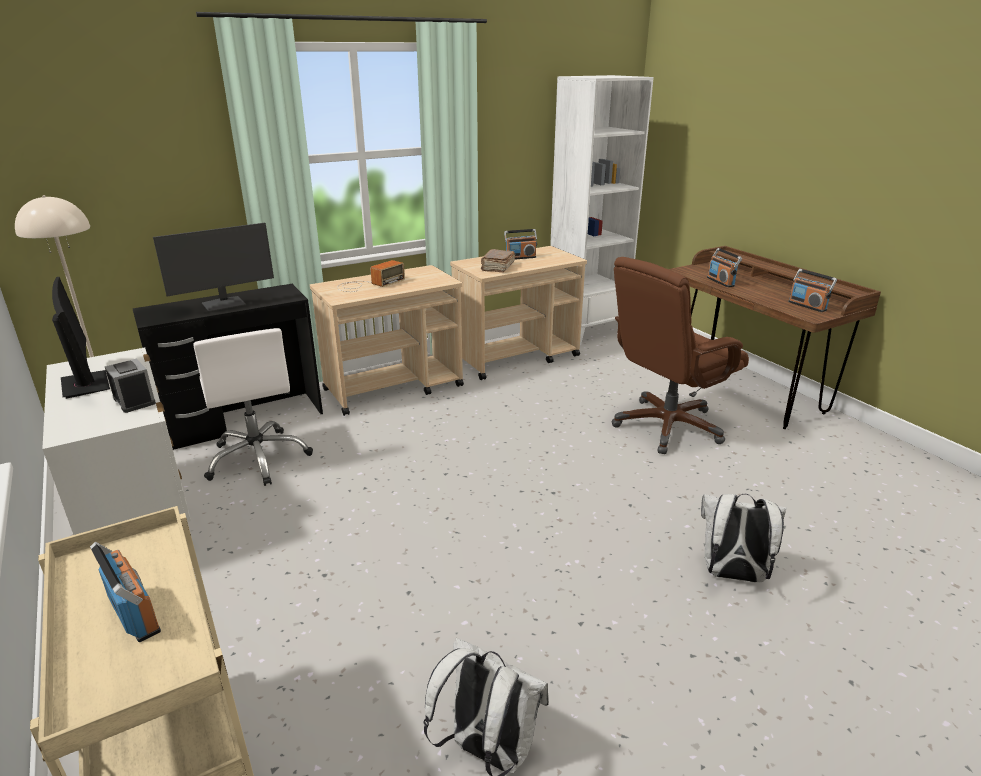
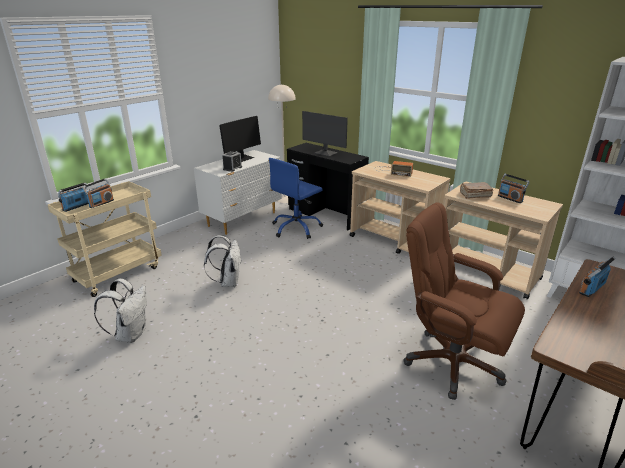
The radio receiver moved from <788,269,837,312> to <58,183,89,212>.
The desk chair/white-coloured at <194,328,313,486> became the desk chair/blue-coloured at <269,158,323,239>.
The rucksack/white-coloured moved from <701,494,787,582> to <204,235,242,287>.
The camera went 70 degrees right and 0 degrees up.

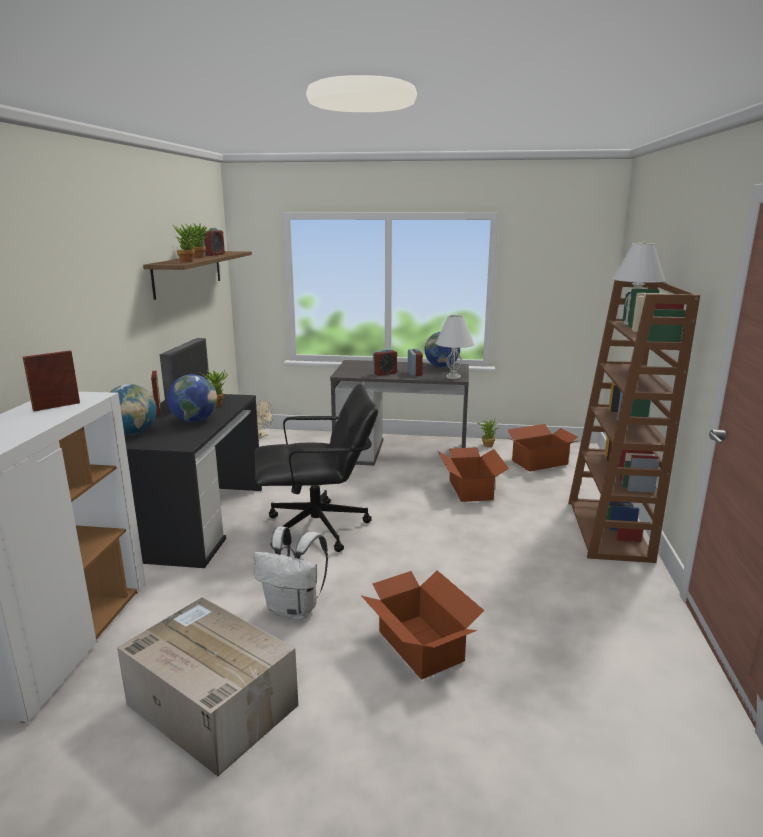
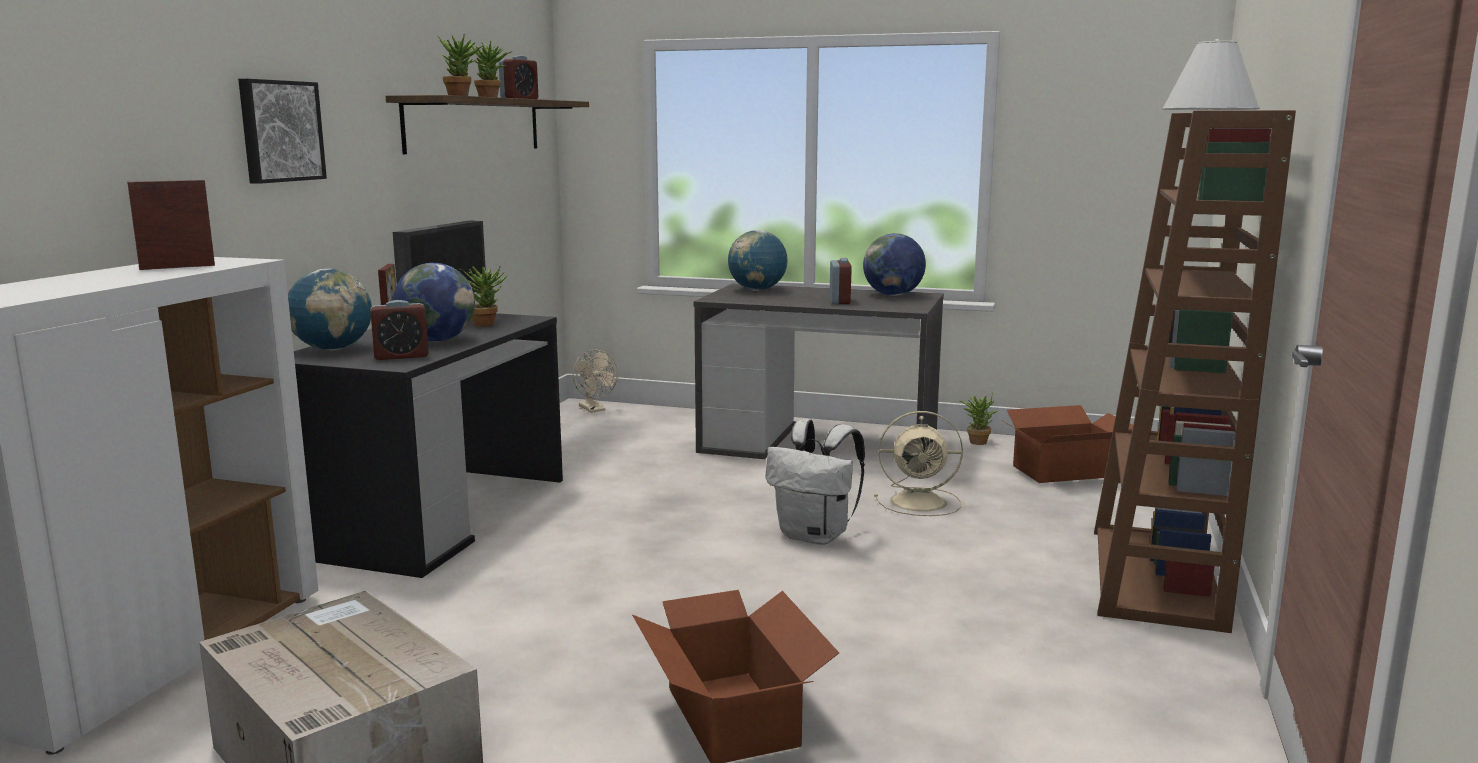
The lamp for a table/white-coloured at <436,315,474,379> disappeared.
The bedside clock moved from <373,349,397,376> to <370,300,429,360>.
The desk chair/black at <255,384,378,552> disappeared.
The cardboard box at <438,447,509,502> was replaced by the fan/beige at <874,411,963,516>.
The rucksack/white-coloured moved from <254,526,328,620> to <766,419,865,545>.
The picture at <238,79,327,184> appeared.
The desk globe at <728,230,788,291> appeared.
The camera went 10 degrees right and 5 degrees down.

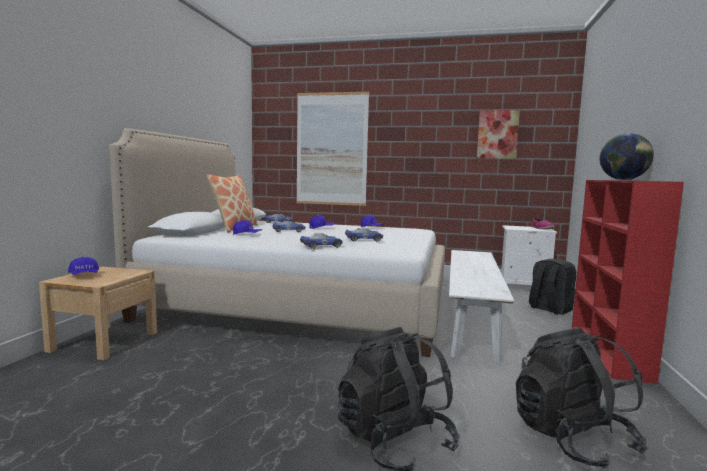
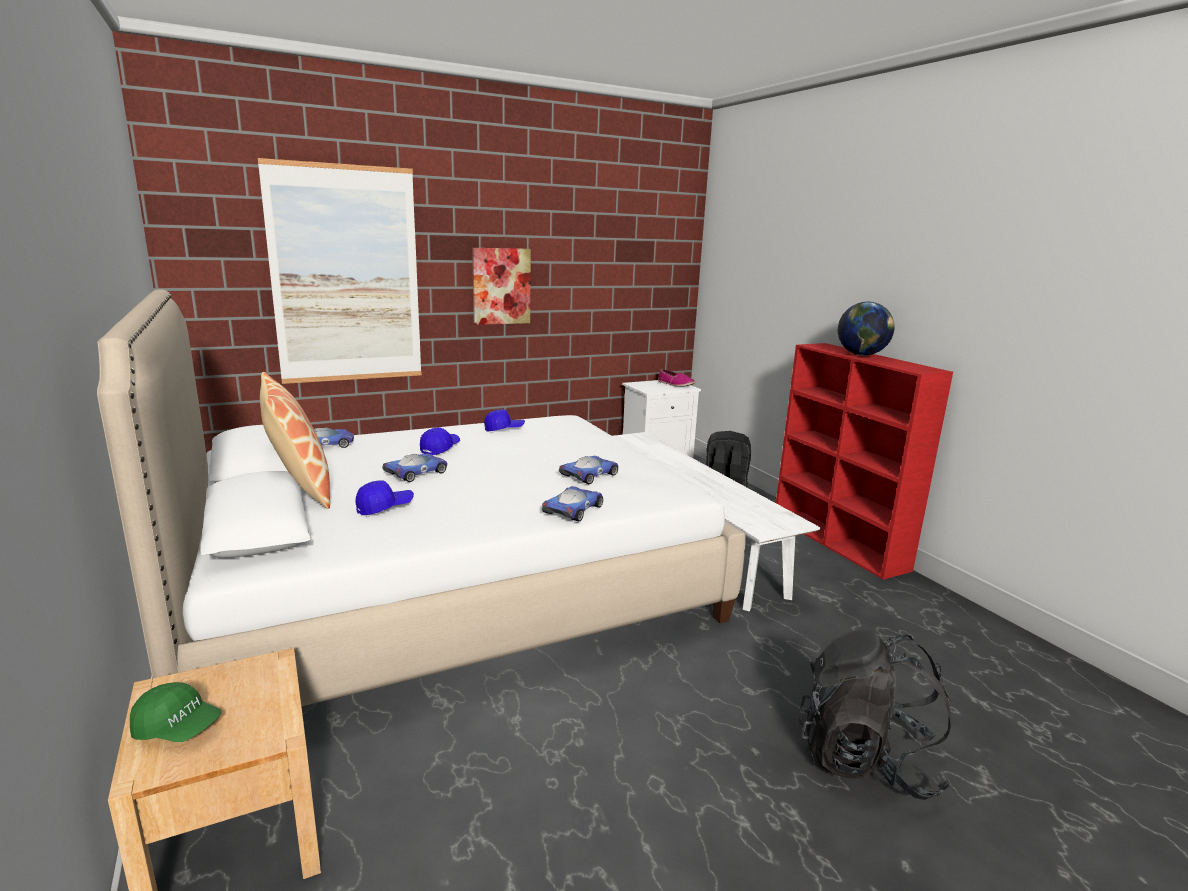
The picture moved from <477,110,520,159> to <472,248,531,325>.
The baseball cap/blue-coloured at <68,257,99,275> became the baseball cap/green at <130,682,222,742>.
The rucksack/black at <516,328,648,469> disappeared.
The camera went 40 degrees left and 10 degrees up.

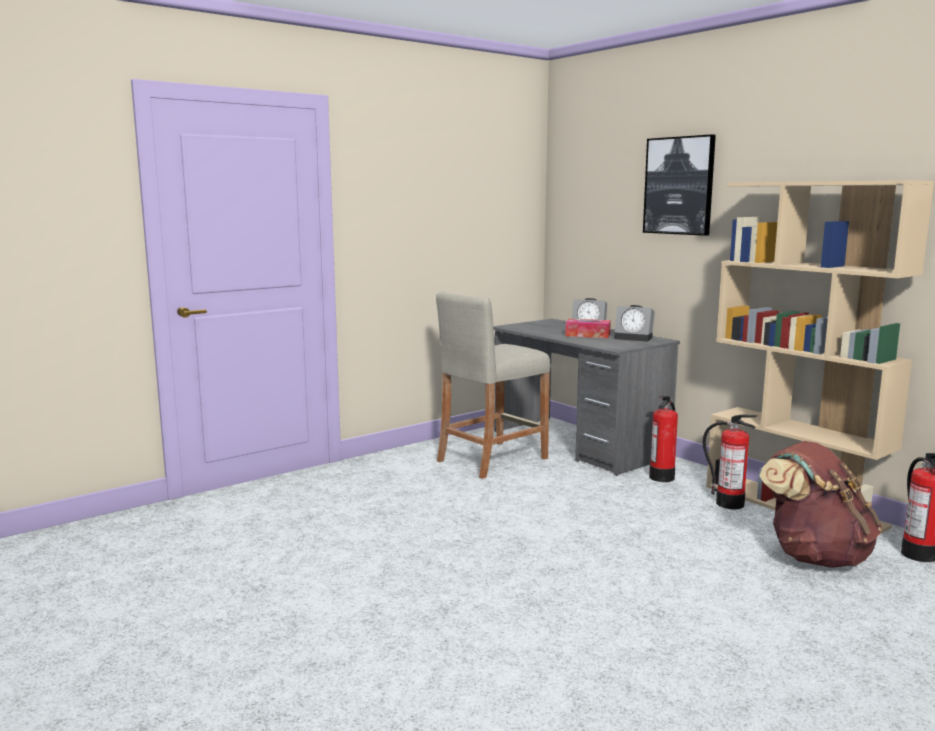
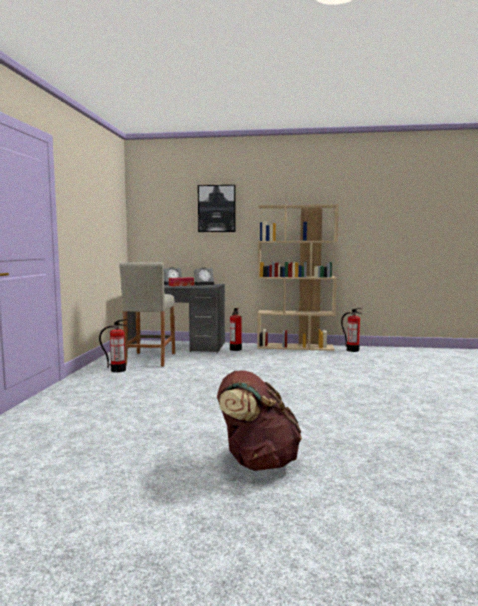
The extinguisher moved from <703,414,758,509> to <99,319,128,373>.
The rucksack/brownish moved from <760,441,882,568> to <217,370,302,471>.
The camera went 45 degrees left and 5 degrees down.

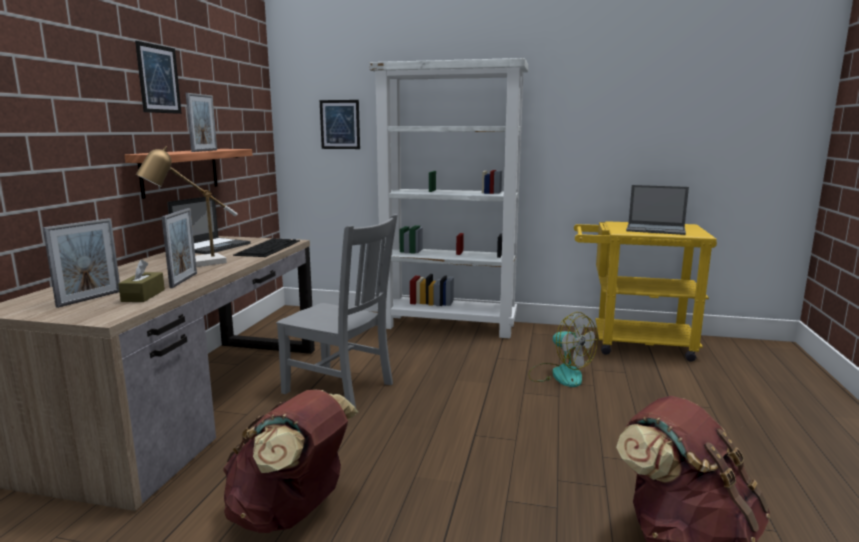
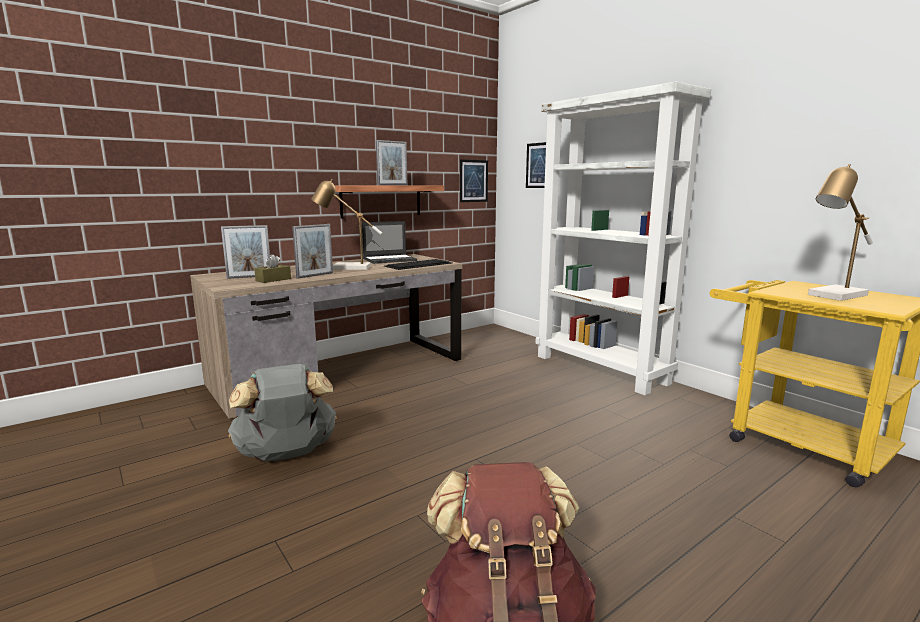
The picture moved from <135,41,182,114> to <460,159,488,202>.
The notebook computer at <626,185,689,235> was replaced by the lamp for a table at <808,164,873,301>.
The plain chair/gray at <276,214,397,408> disappeared.
The fan at <528,312,598,387> disappeared.
The rucksack/brownish at <223,390,358,533> became the rucksack/gray at <228,364,337,461>.
The camera went 40 degrees right and 0 degrees up.

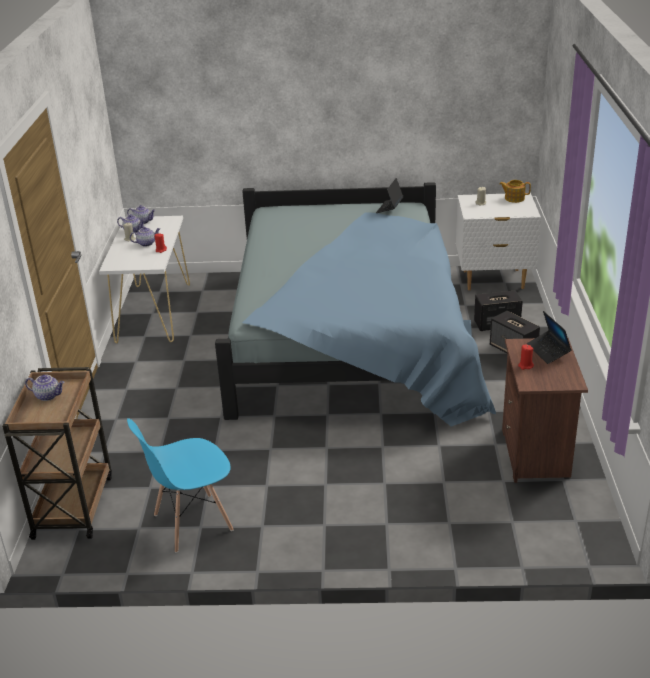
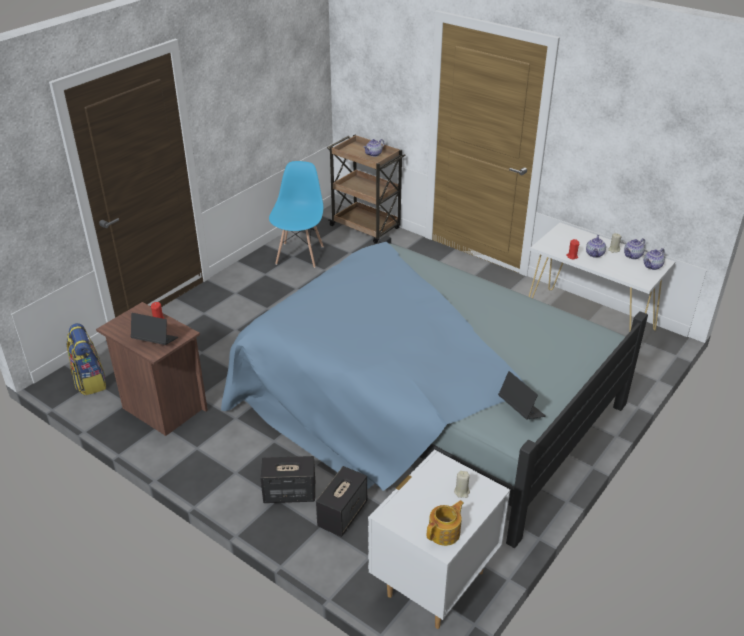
The rucksack at <66,323,106,395> appeared.
The camera went 125 degrees right and 5 degrees up.

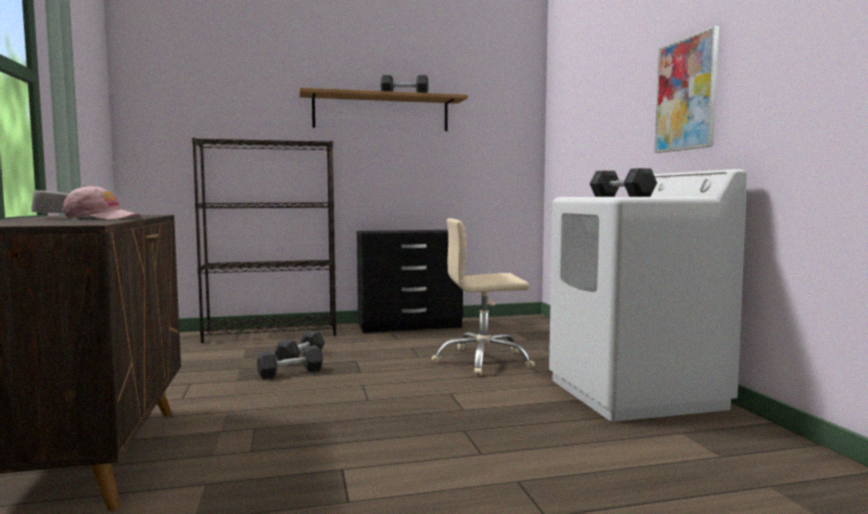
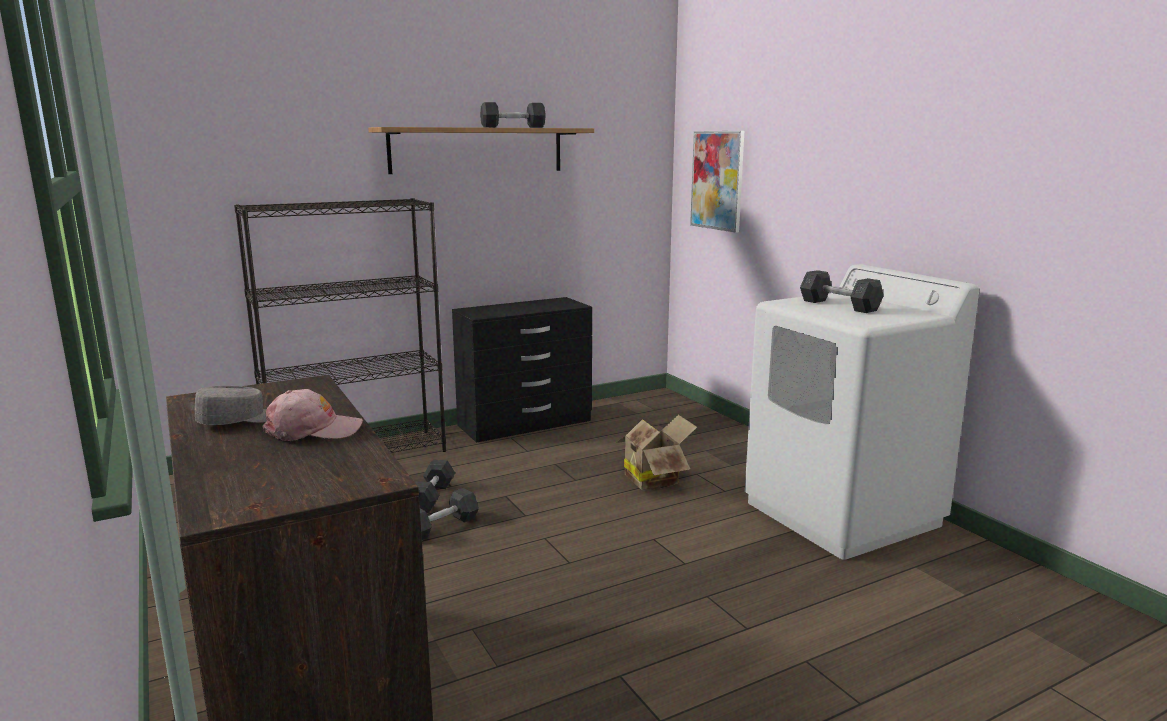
The picture moved from <655,26,719,153> to <690,131,744,233>.
The desk chair/beige at <432,218,535,376> was replaced by the cardboard box at <616,415,697,490>.
The camera went 15 degrees left and 10 degrees up.

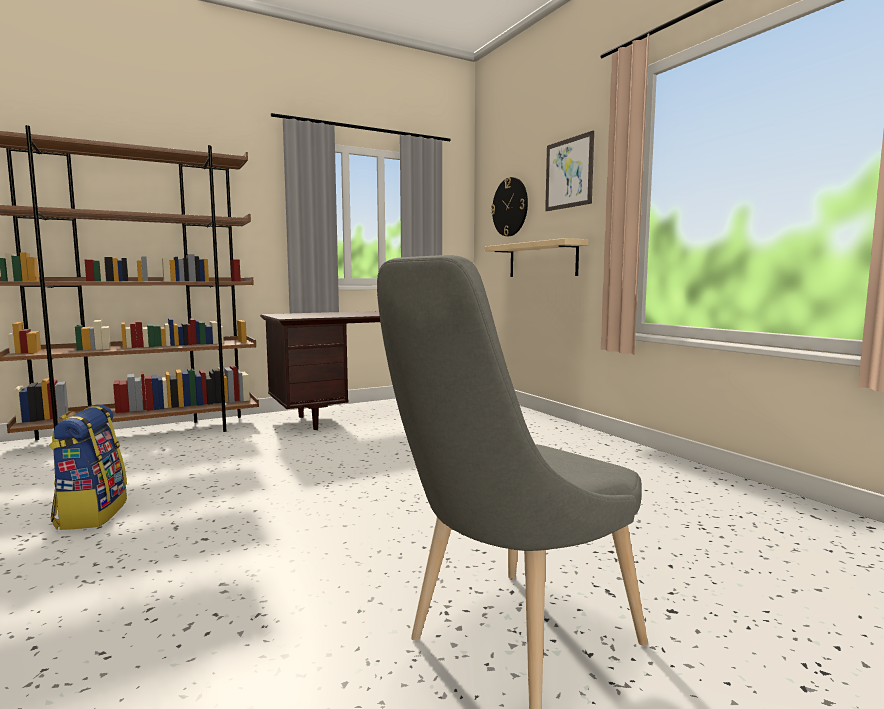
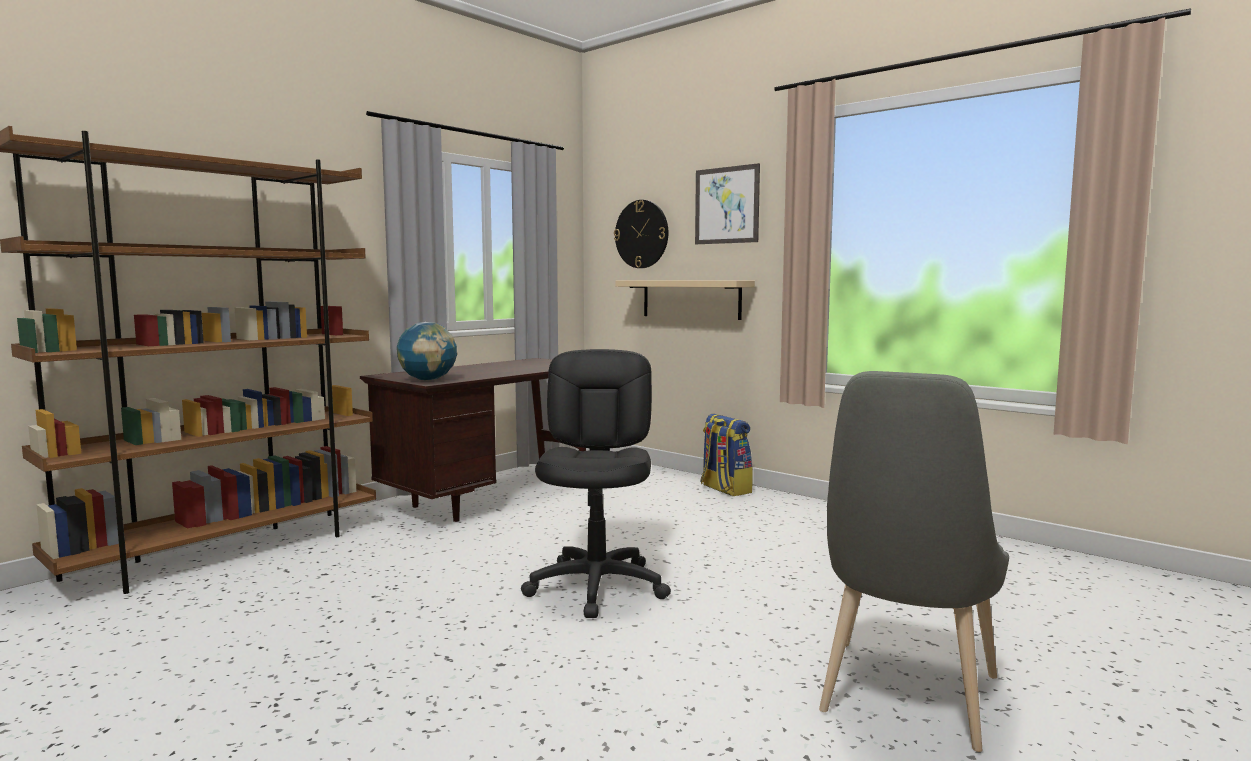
The rucksack moved from <49,404,127,530> to <701,414,753,496>.
The desk globe at <397,322,457,380> appeared.
The desk chair/black at <521,349,671,618> appeared.
The camera went 20 degrees left and 0 degrees up.

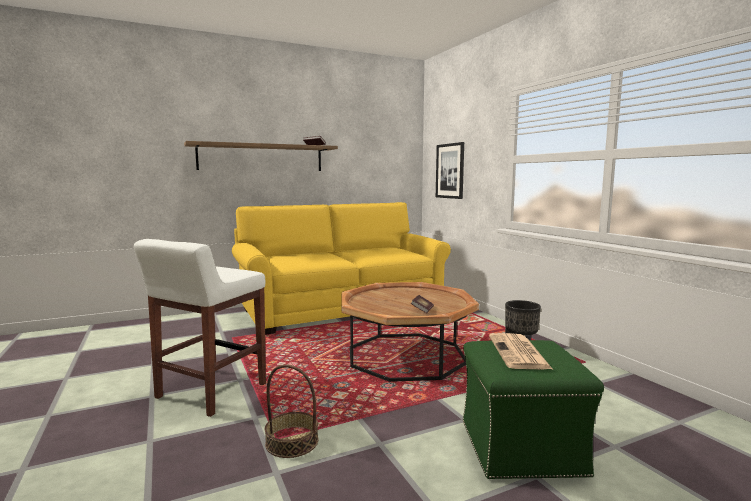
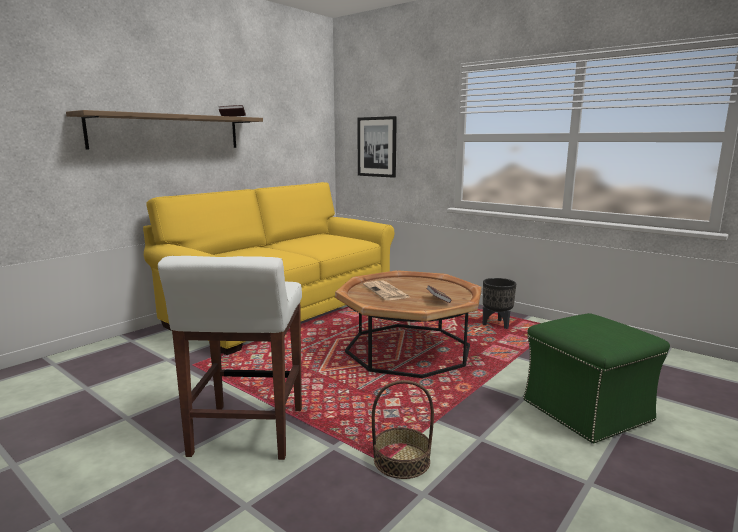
The daily paper moved from <489,333,552,369> to <363,281,409,300>.
The camera went 25 degrees left and 5 degrees up.

